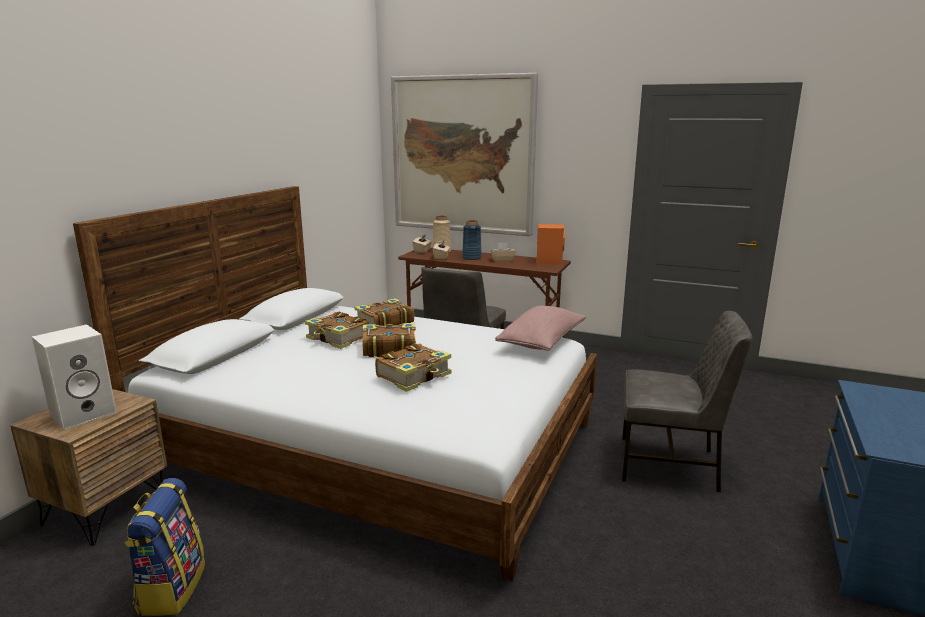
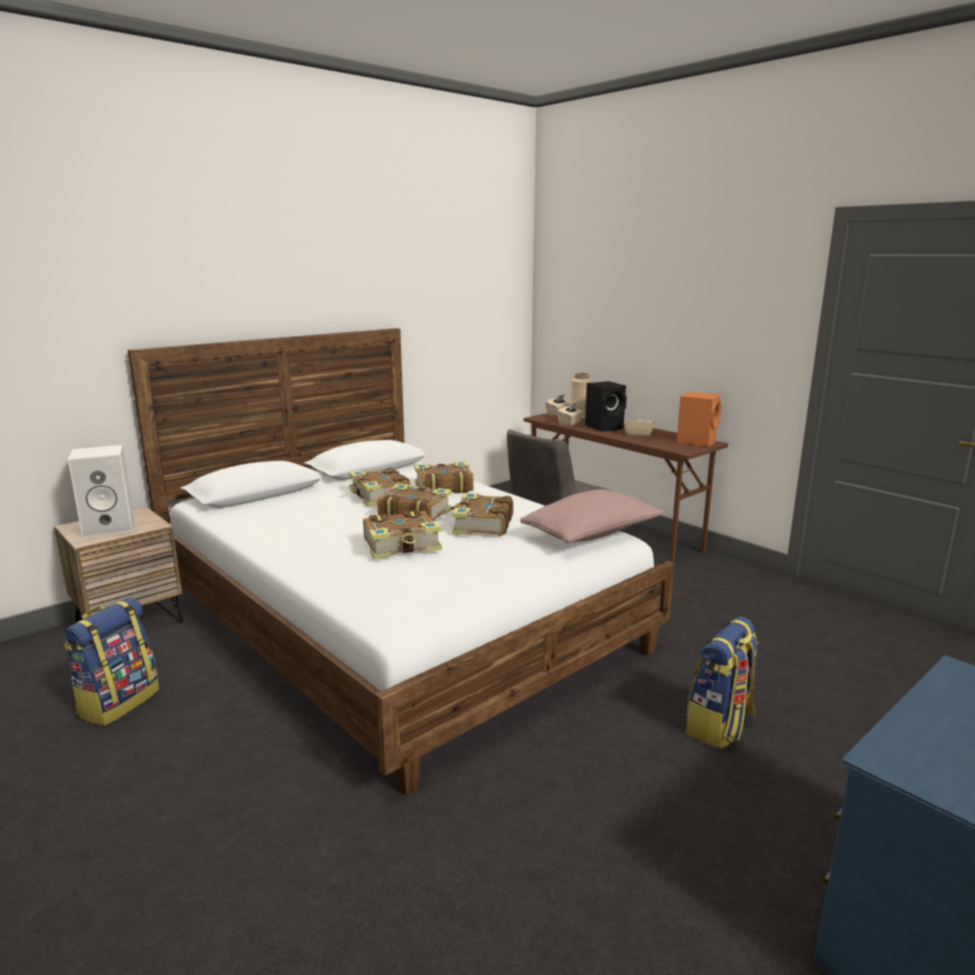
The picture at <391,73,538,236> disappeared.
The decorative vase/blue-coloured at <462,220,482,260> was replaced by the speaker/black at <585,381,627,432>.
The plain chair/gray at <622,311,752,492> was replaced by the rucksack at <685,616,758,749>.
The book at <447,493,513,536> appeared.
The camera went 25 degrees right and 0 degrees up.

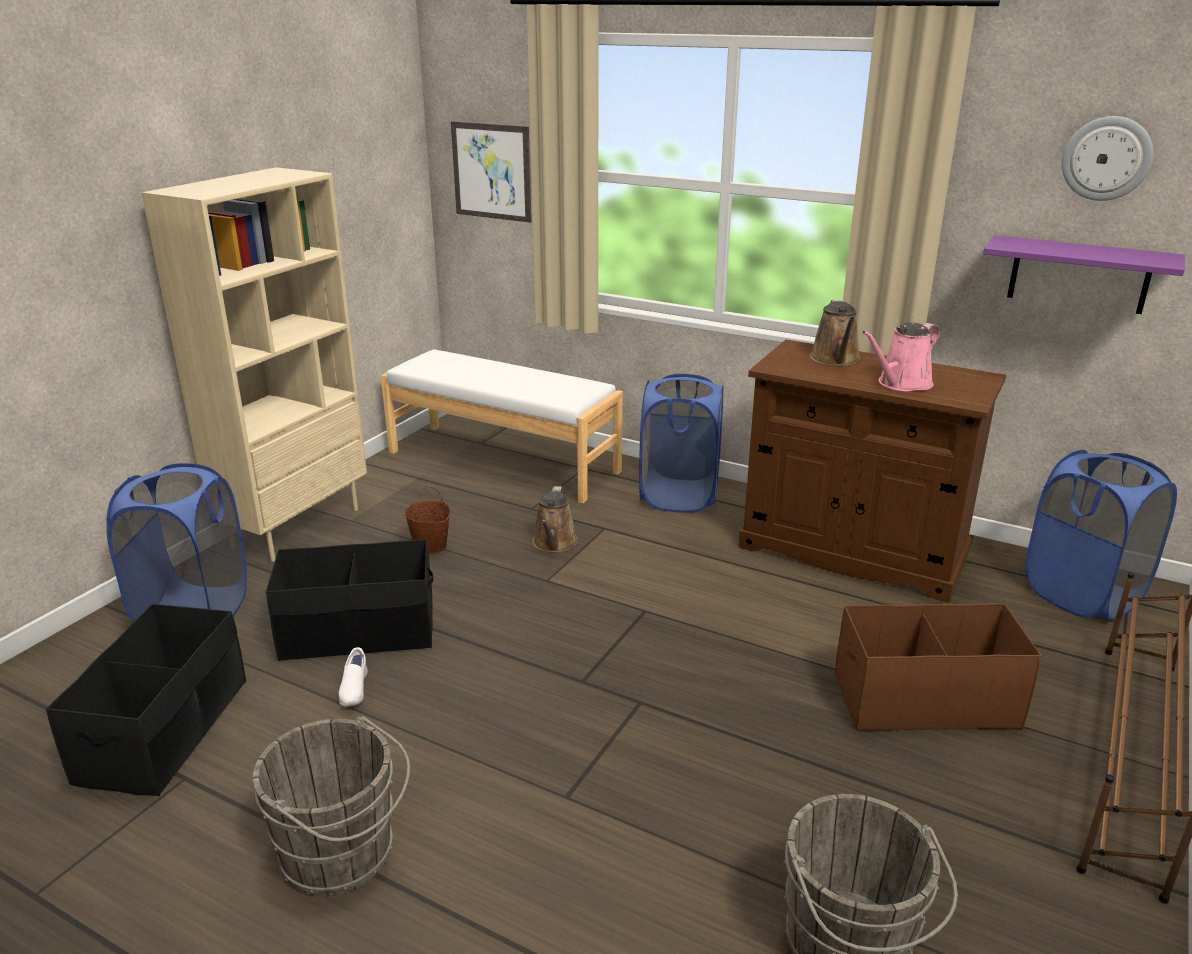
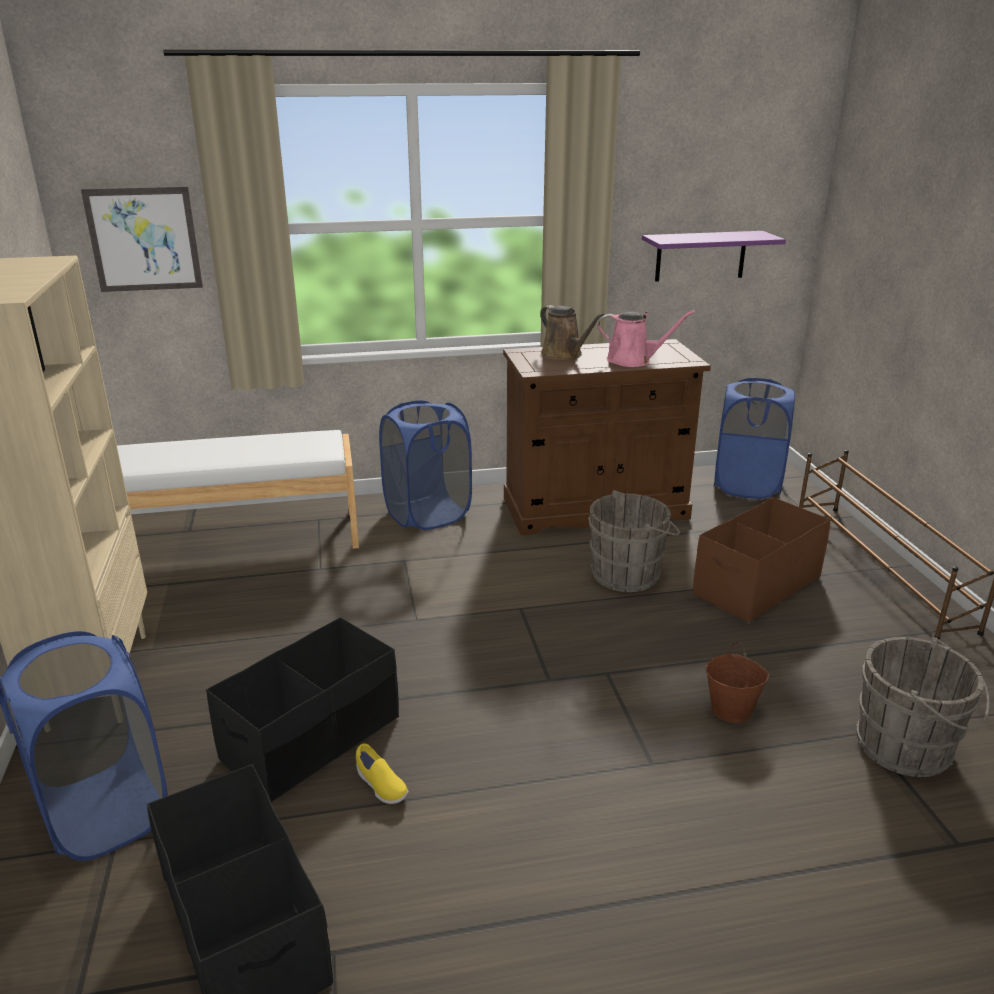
The wall clock at <1062,116,1153,201> disappeared.
The watering can/pinkish at <862,322,940,392> turned 90 degrees counterclockwise.
The water bucket/brownish moved from <404,486,451,555> to <706,642,769,723>.
The watering can/brownish at <532,486,578,553> disappeared.
The item of footwear/white-coloured at <339,647,368,707> became the item of footwear/yellow at <356,743,409,804>.
The water bucket/gray moved from <253,716,410,896> to <588,490,680,592>.
The camera went 40 degrees left and 0 degrees up.

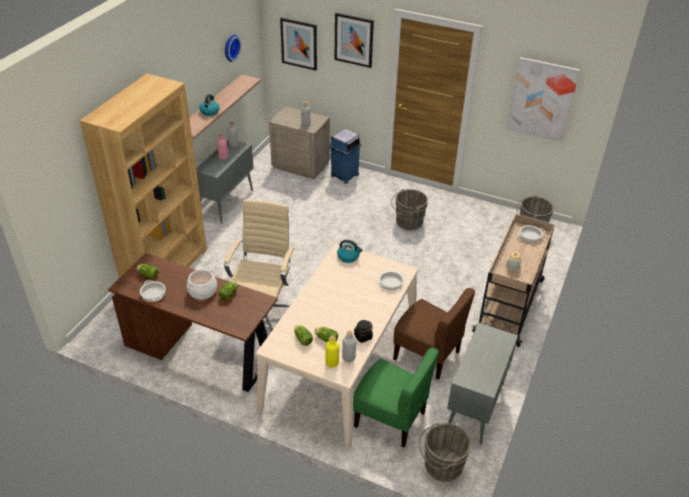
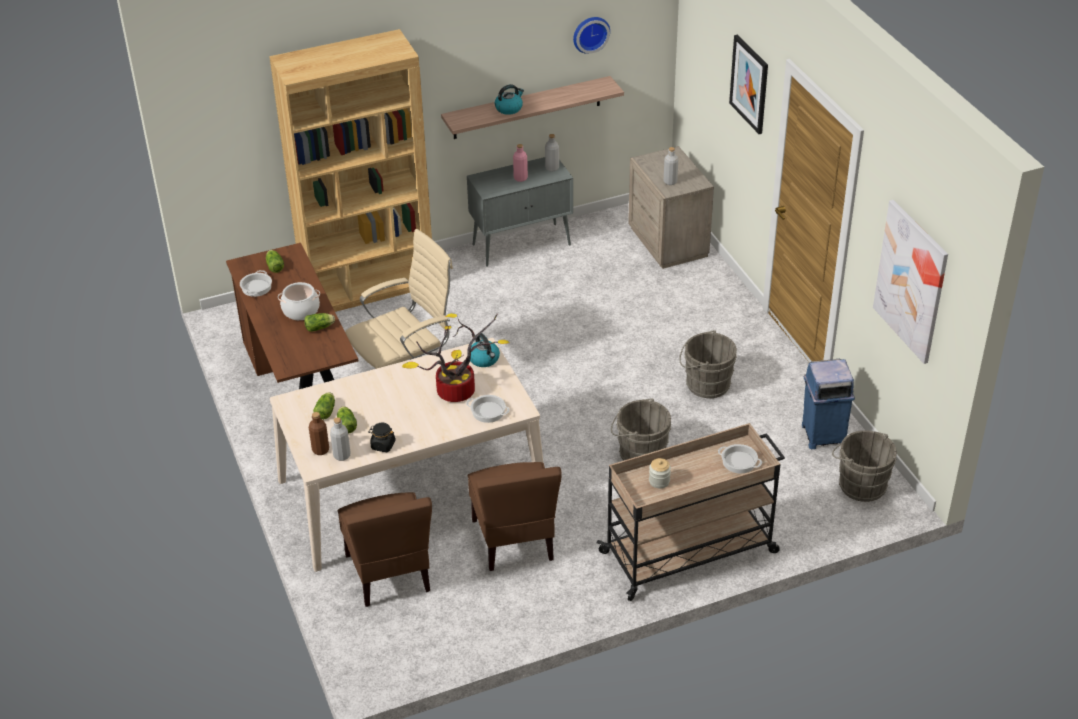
The picture at <280,17,317,71> disappeared.
The trash can/blue-coloured moved from <329,129,361,184> to <802,359,855,449>.
The storage cabinet/gray at <447,322,518,444> disappeared.
The bottle/yellow at <325,336,339,368> became the bottle/brownish at <309,412,329,455>.
The plain chair/green at <353,347,439,447> became the plain chair/brownish at <338,492,432,607>.
The water bucket/gray moved from <419,423,471,482> to <611,398,671,461>.
The potted plant at <402,313,510,402> appeared.
The camera went 45 degrees right and 0 degrees up.

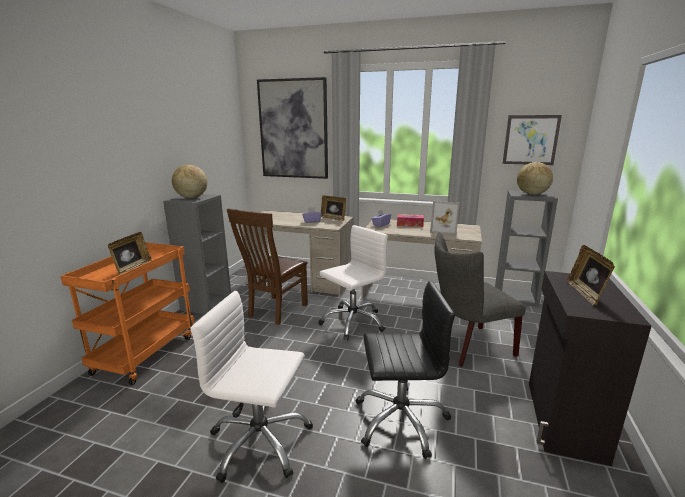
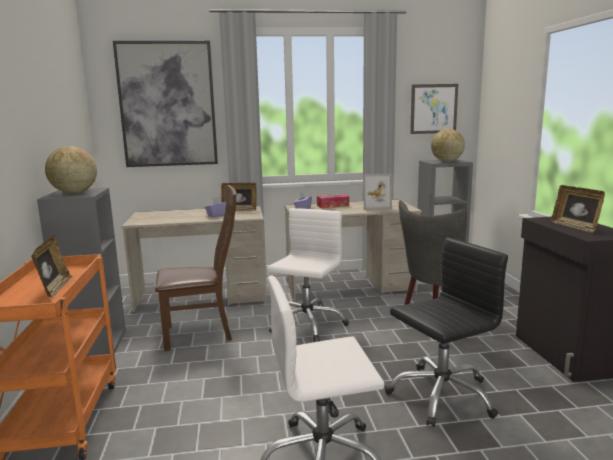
The plain chair/brownish at <227,208,308,325> turned 105 degrees counterclockwise.
The camera went 25 degrees left and 5 degrees down.

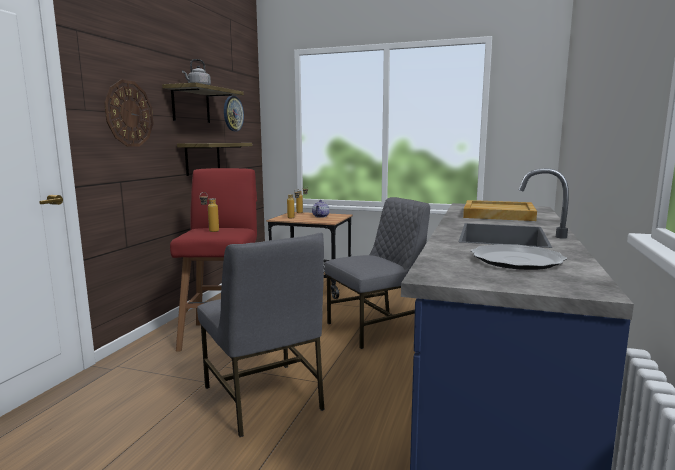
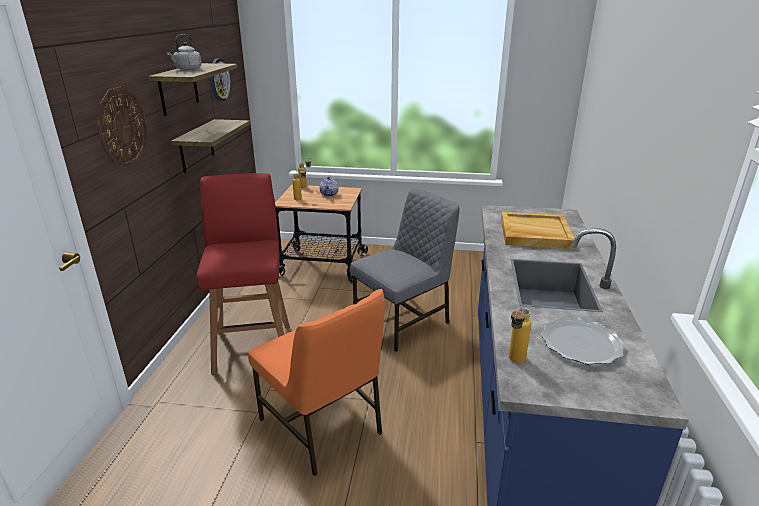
The bottle moved from <200,192,219,232> to <509,307,531,363>.
The plain chair/gray at <197,233,325,437> became the plain chair/orangey at <248,289,385,476>.
The camera went 10 degrees left and 15 degrees up.

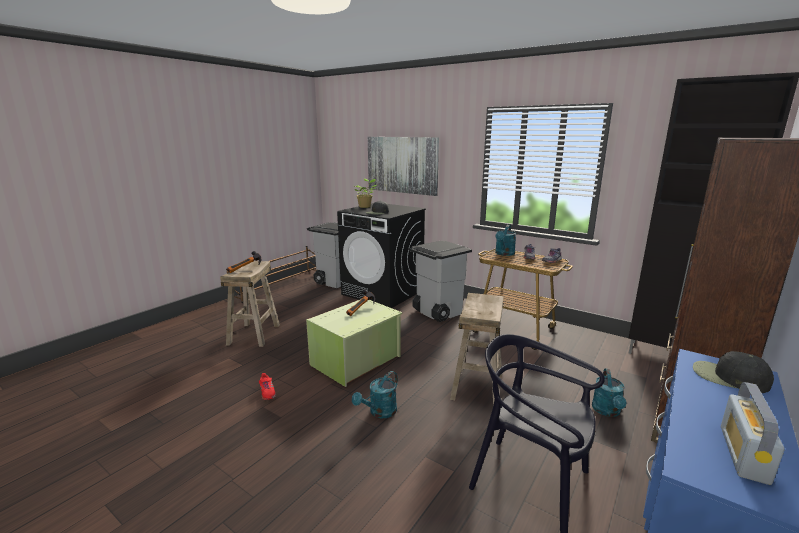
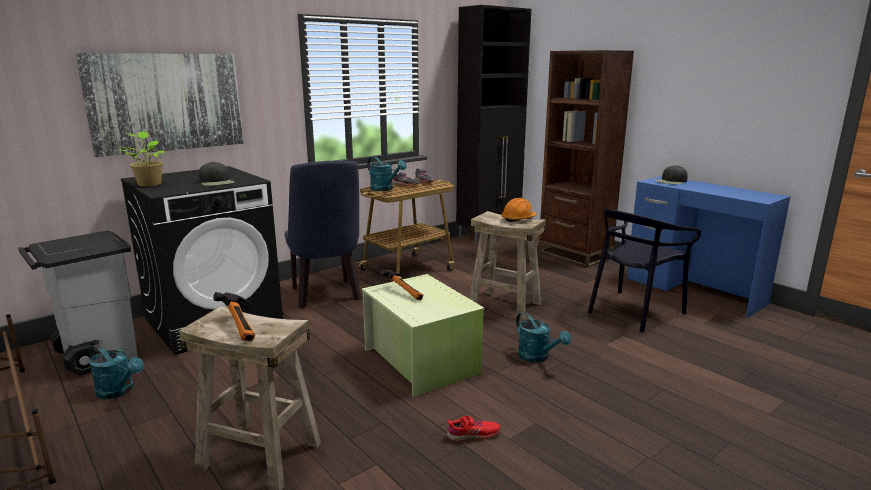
The trash can/gray at <408,241,472,322> was replaced by the plain chair/blue-coloured at <285,161,361,309>.
The watering can/turquoise moved from <592,369,626,417> to <89,344,144,399>.
The radio receiver at <721,382,785,485> disappeared.
The hard hat/orangey at <501,198,537,222> appeared.
The camera went 75 degrees left and 0 degrees up.

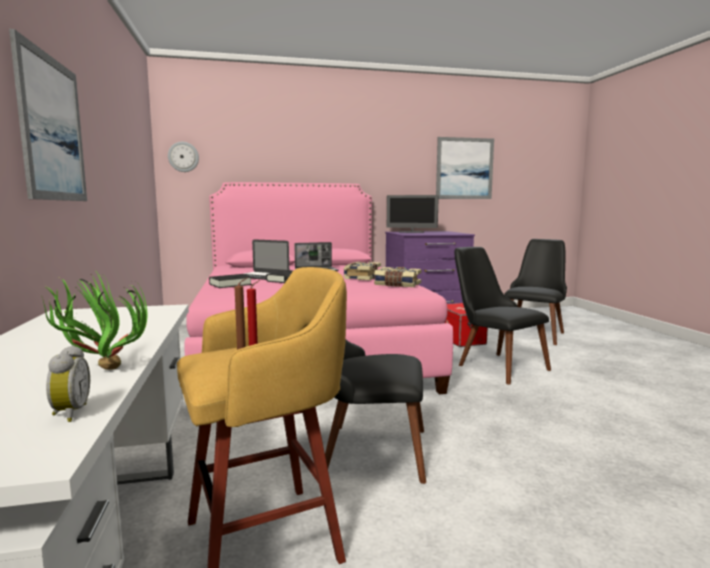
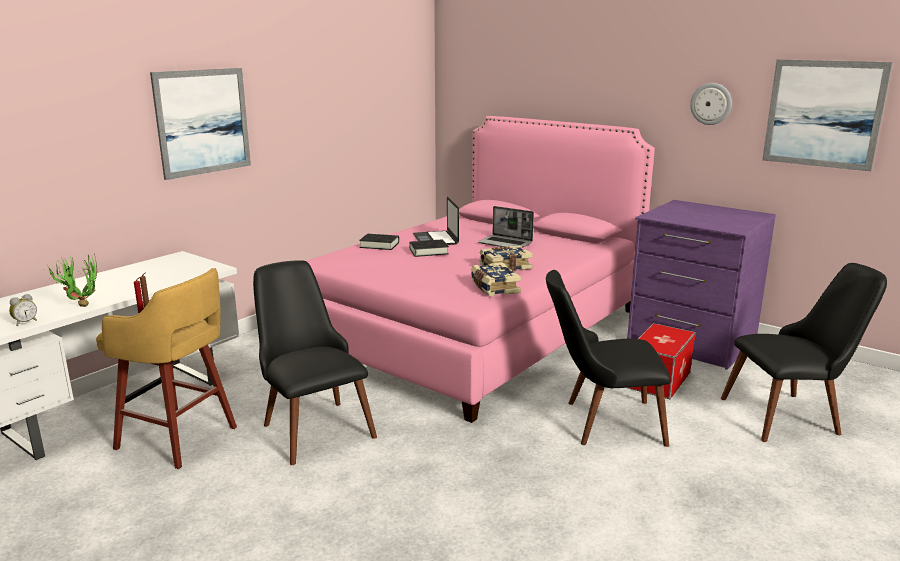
The wall clock moved from <168,142,199,172> to <690,83,732,125>.
The monitor at <387,195,439,233> disappeared.
The plain chair/black at <454,247,551,385> turned 105 degrees counterclockwise.
The camera went 50 degrees right and 10 degrees up.

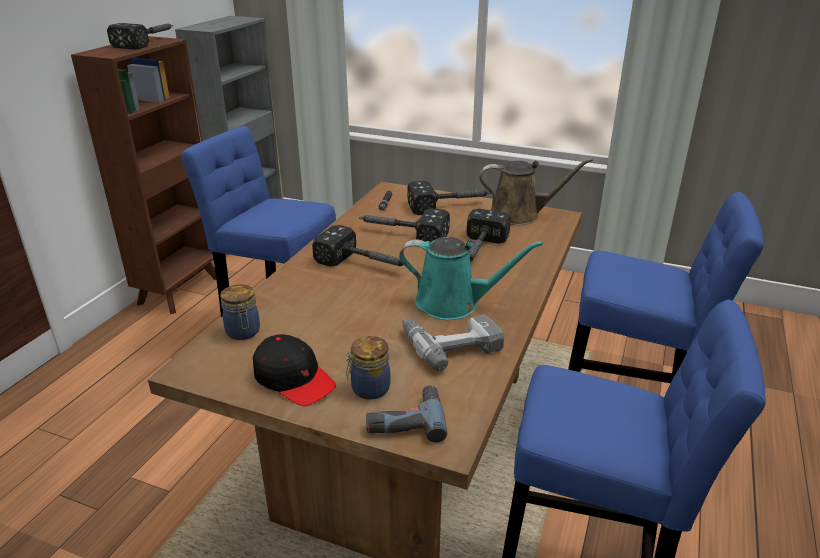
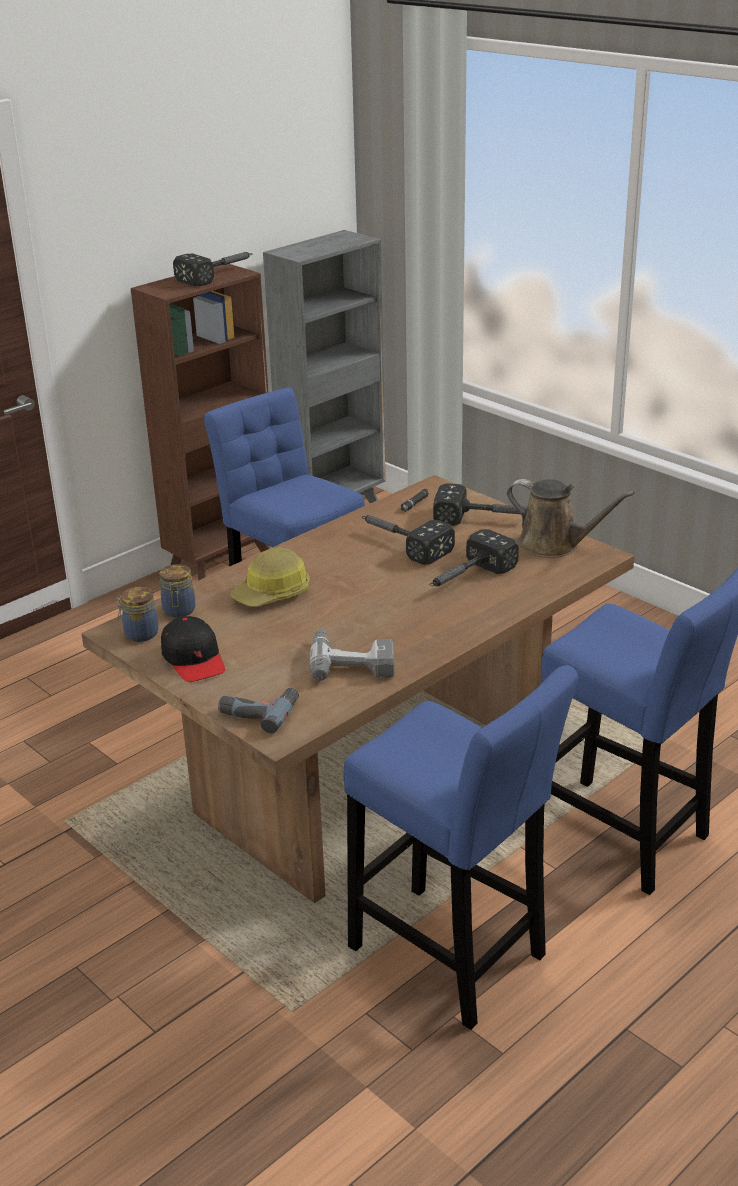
The hand hammer at <312,225,404,266> disappeared.
The watering can/turquoise at <399,237,543,320> disappeared.
The preserve jar moved from <346,336,391,400> to <117,587,158,642>.
The hard hat at <230,547,310,607> appeared.
The camera went 25 degrees right and 0 degrees up.

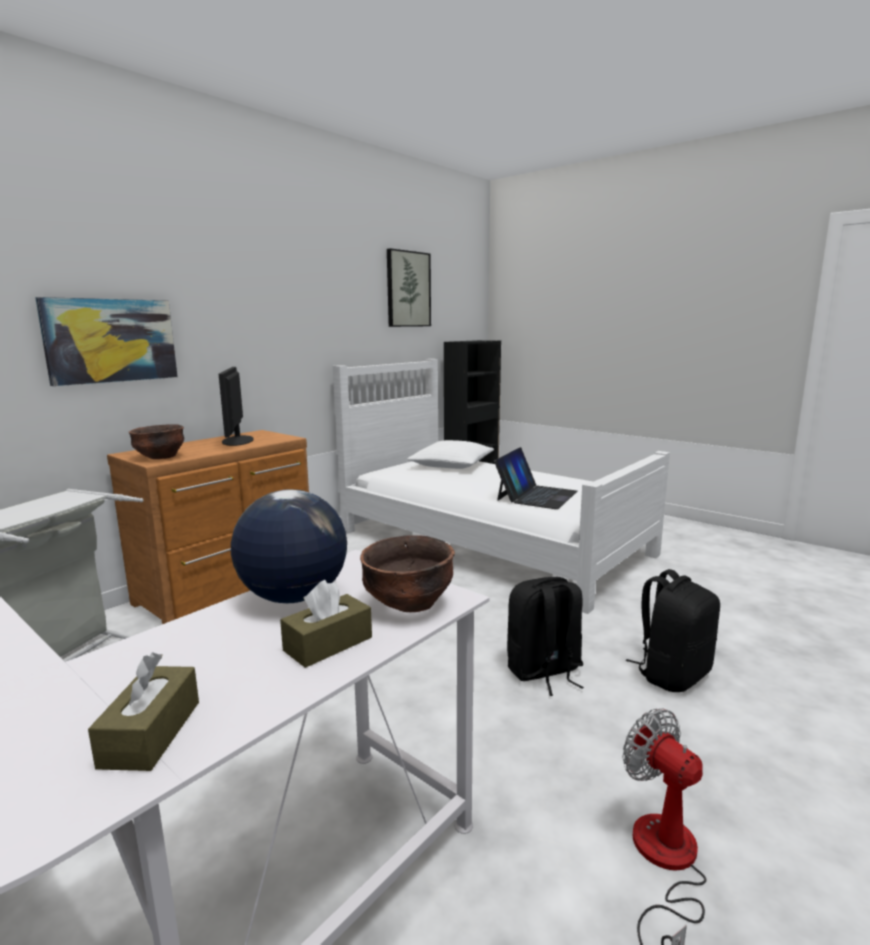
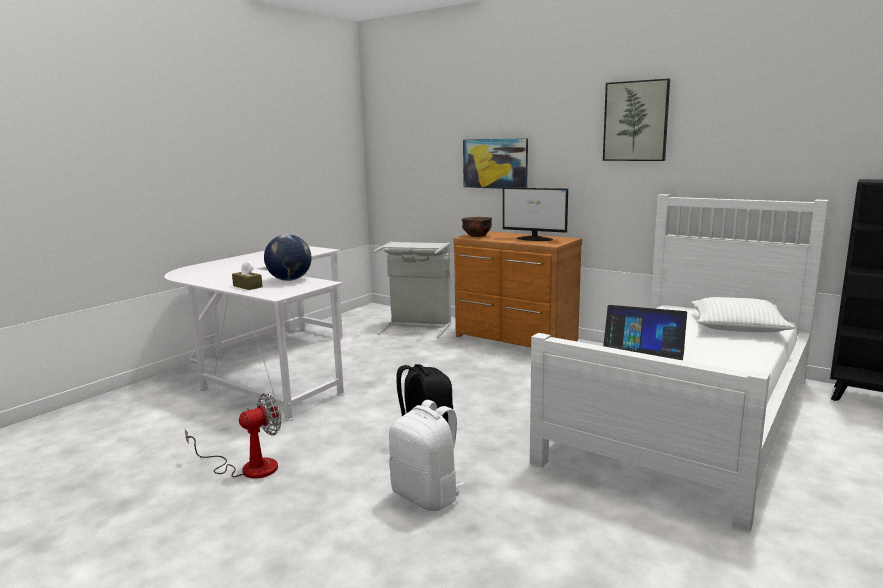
The picture moved from <387,248,431,327> to <603,78,670,161>.
The monitor at <219,367,254,446> turned 135 degrees counterclockwise.
The bowl/brownish at <360,535,455,612> disappeared.
The rucksack/black at <626,569,720,692> became the rucksack/white-coloured at <389,400,465,511>.
The tissue holder/brownish at <88,653,199,771> disappeared.
The camera went 85 degrees right and 0 degrees up.

